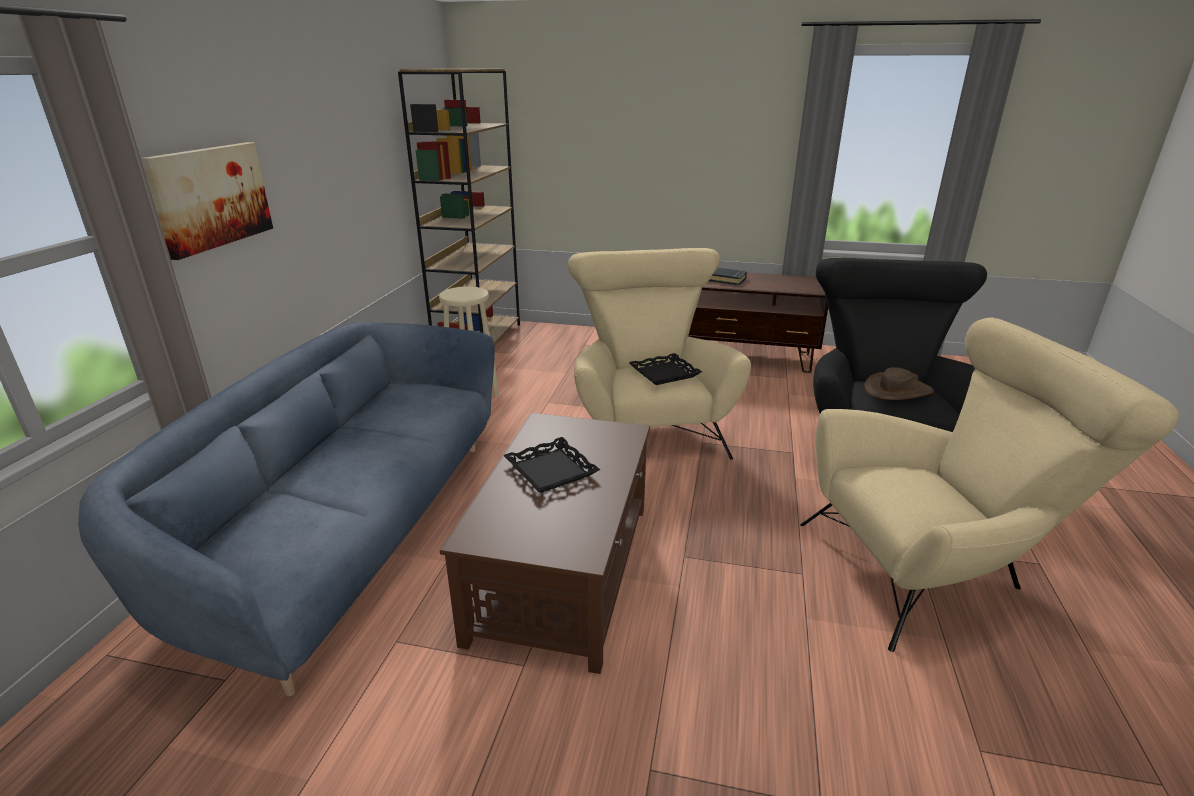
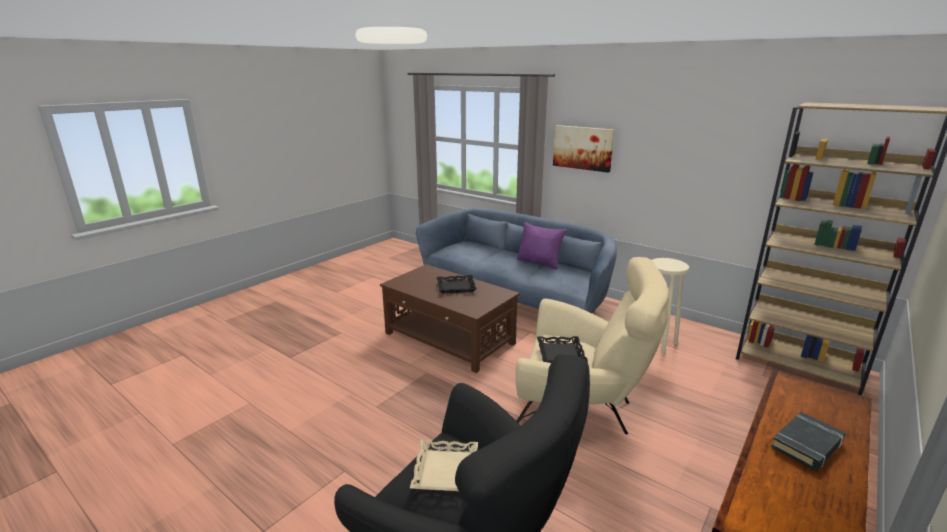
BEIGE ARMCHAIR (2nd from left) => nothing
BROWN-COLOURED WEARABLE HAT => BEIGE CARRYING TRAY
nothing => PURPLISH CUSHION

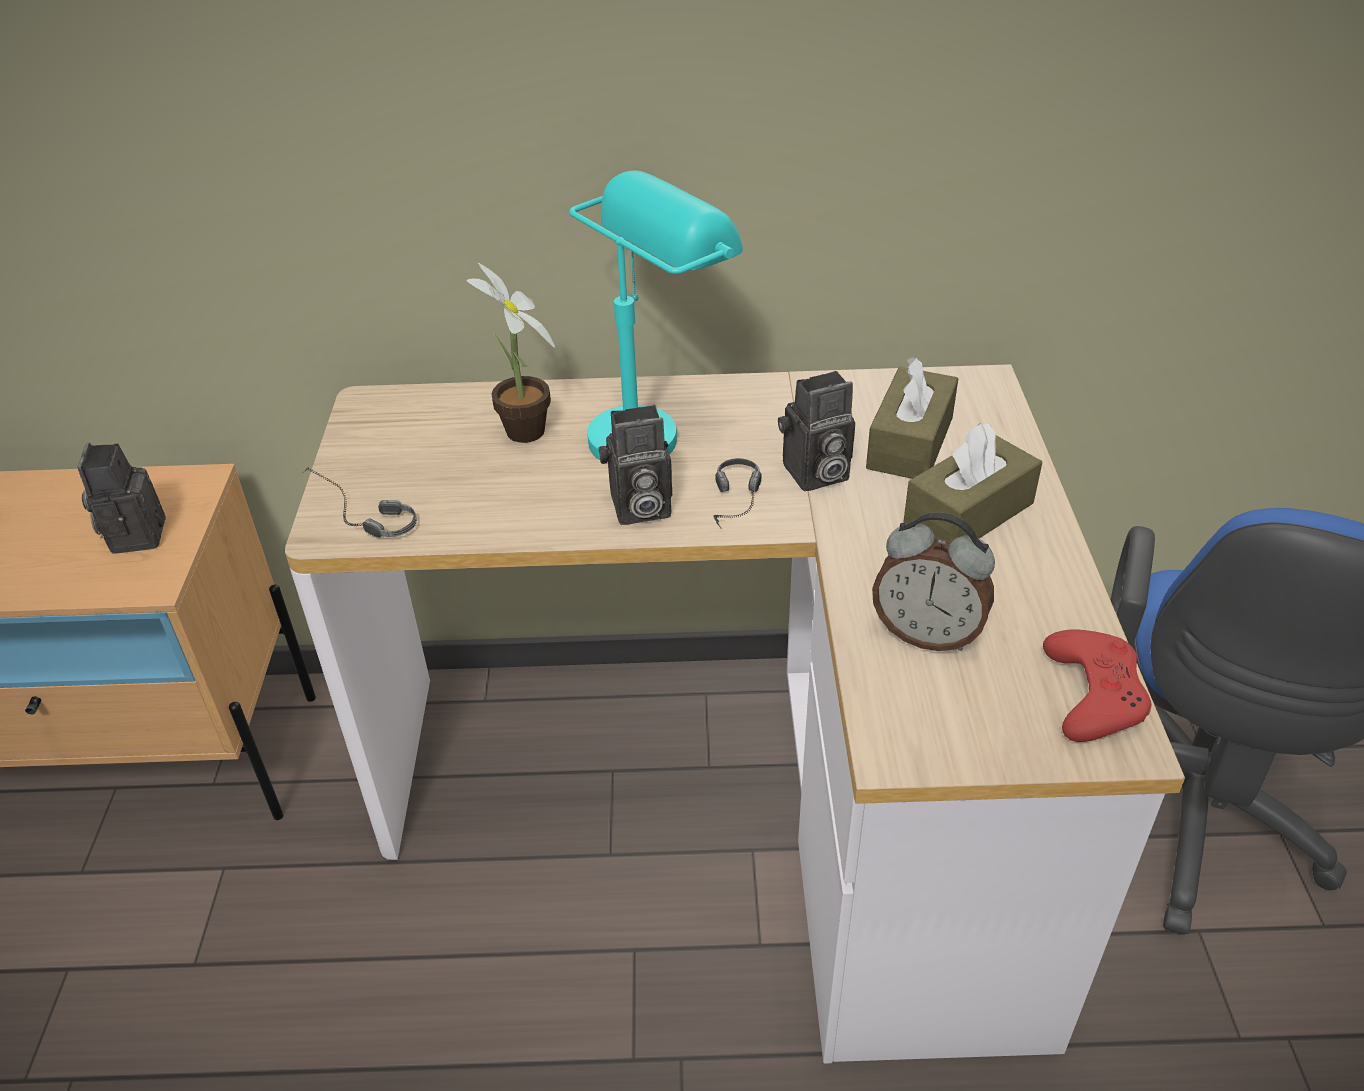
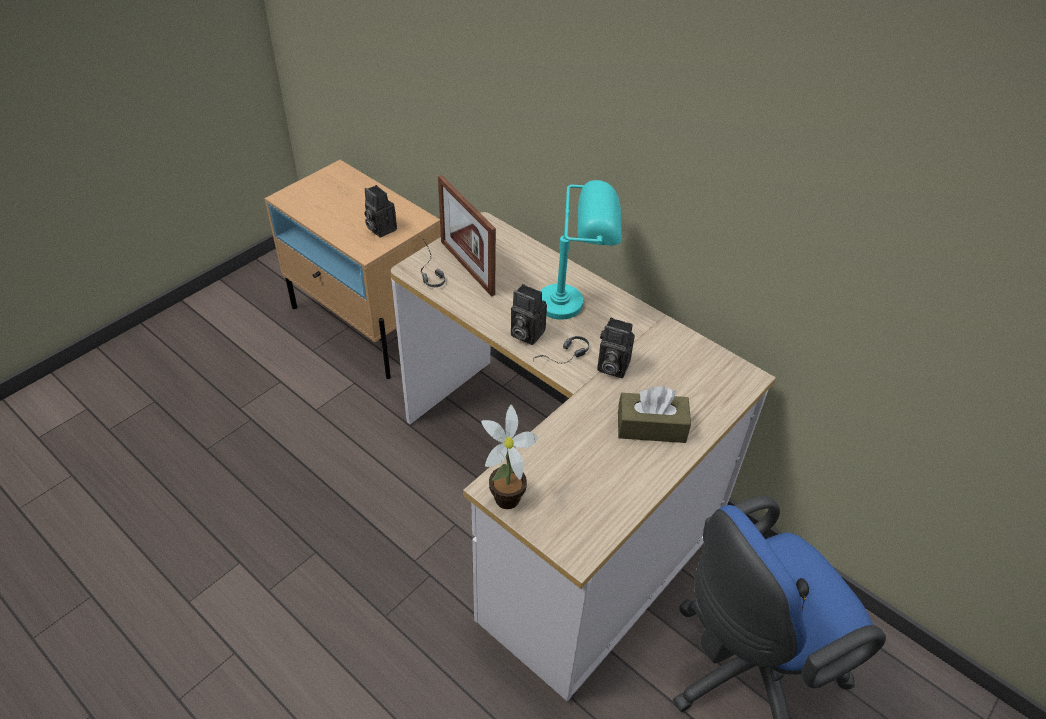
PHOTO CAMERA (1st from left), 75 degrees counterclockwise
PLANT IN A POT, moved
BROWN-COLOURED TISSUE BOX (1st from left) => nothing
BEDSIDE CLOCK => nothing
RED-COLOURED GAME CONTROLLER => nothing
nothing => PHOTO FRAME

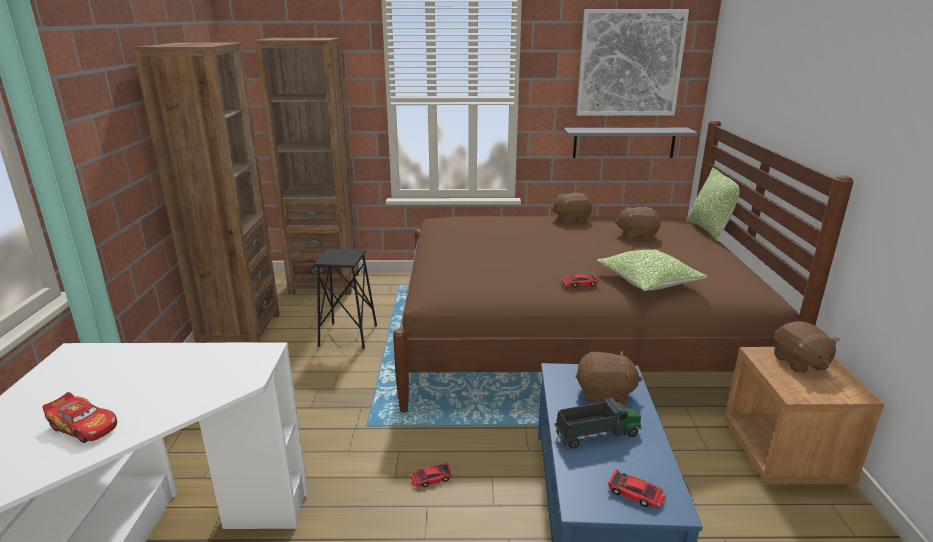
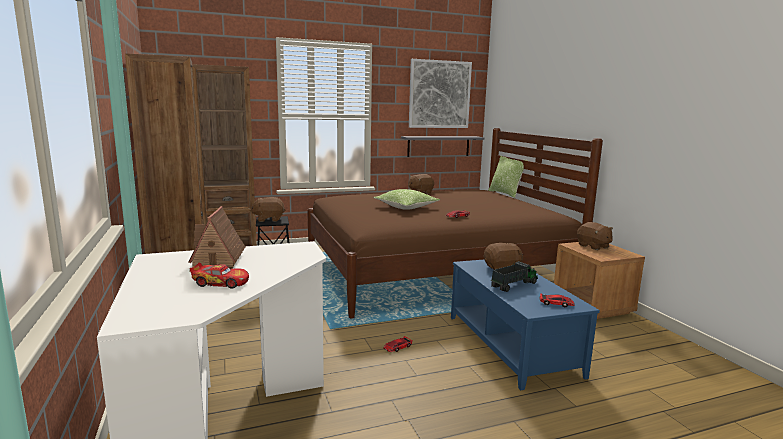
CUSHION (1st from left), moved
BROWN-COLOURED PLUSH TOY (3rd from left in the first image) => BROWN-COLOURED PLUSH TOY (1st from left), moved
nothing => MODEL HOUSE

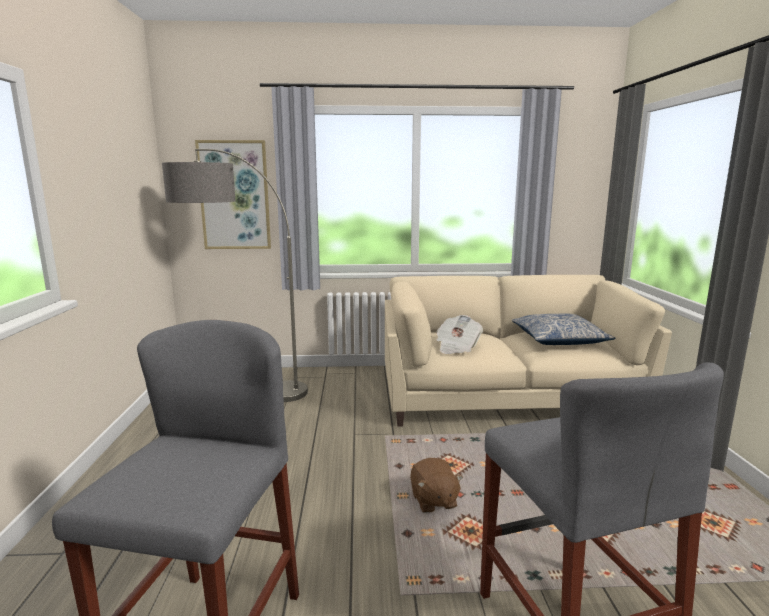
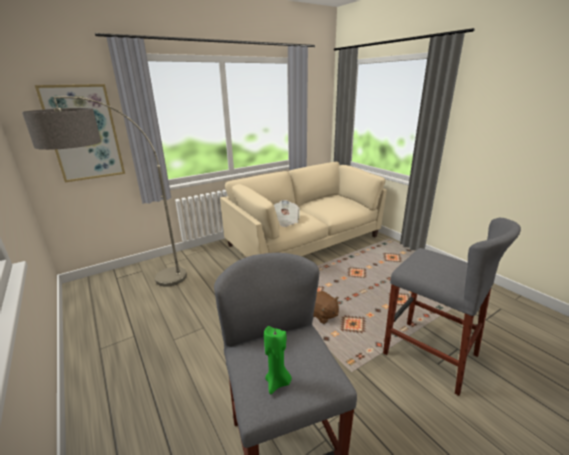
CUSHION => nothing
nothing => GREEN WAX CANDLE

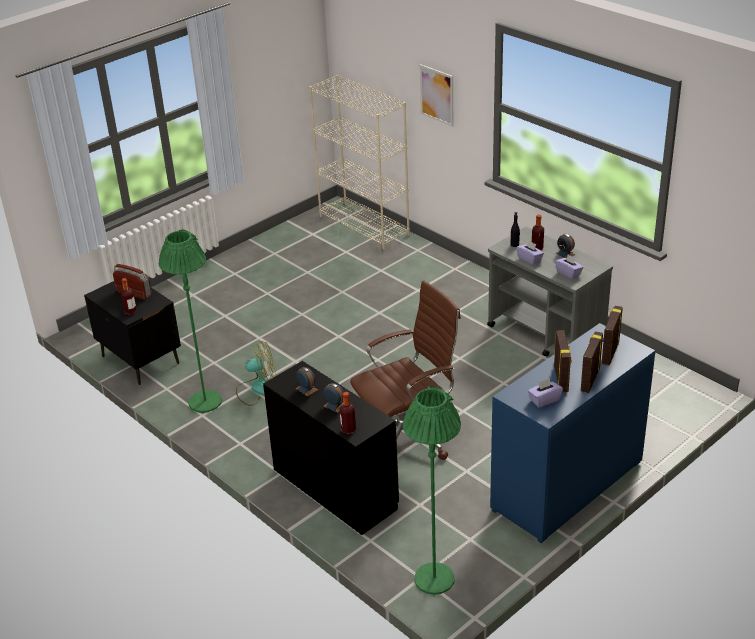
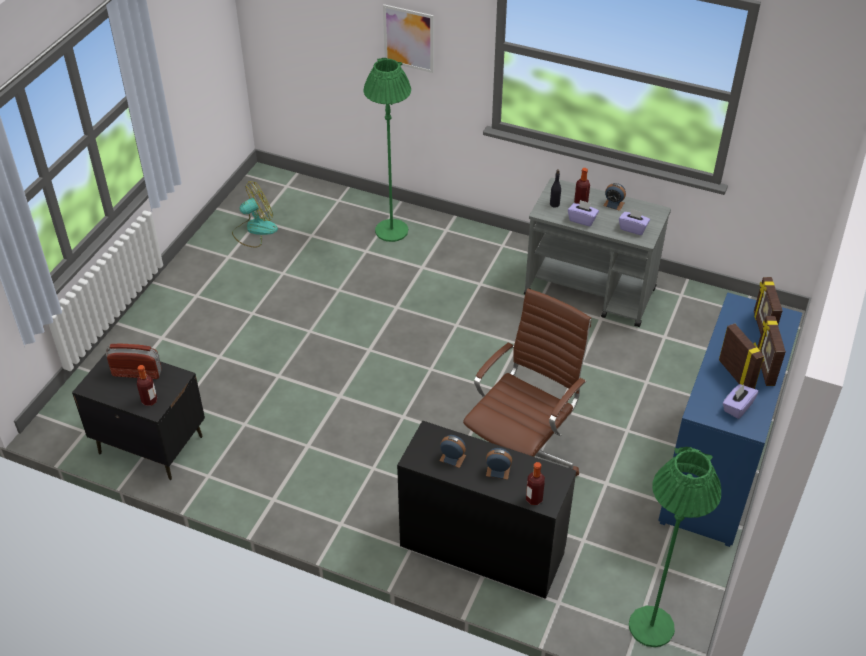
GREEN FLOOR LAMP (1st from left), moved
FAN, moved
BEIGE BOOKSHELF => nothing

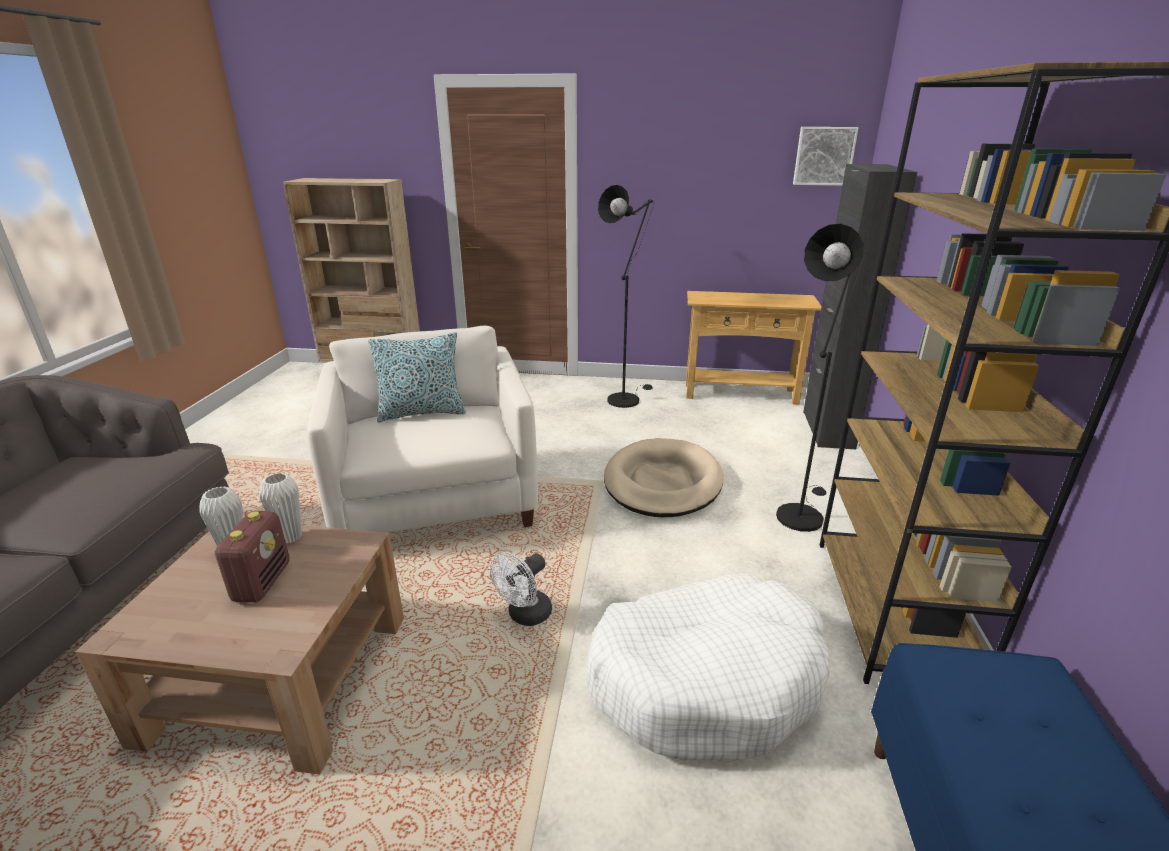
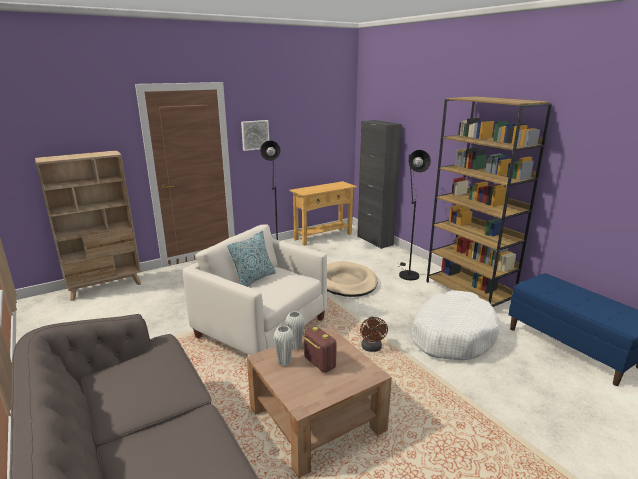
WHITE FAN => BROWN-COLOURED FAN
WALL ART, moved

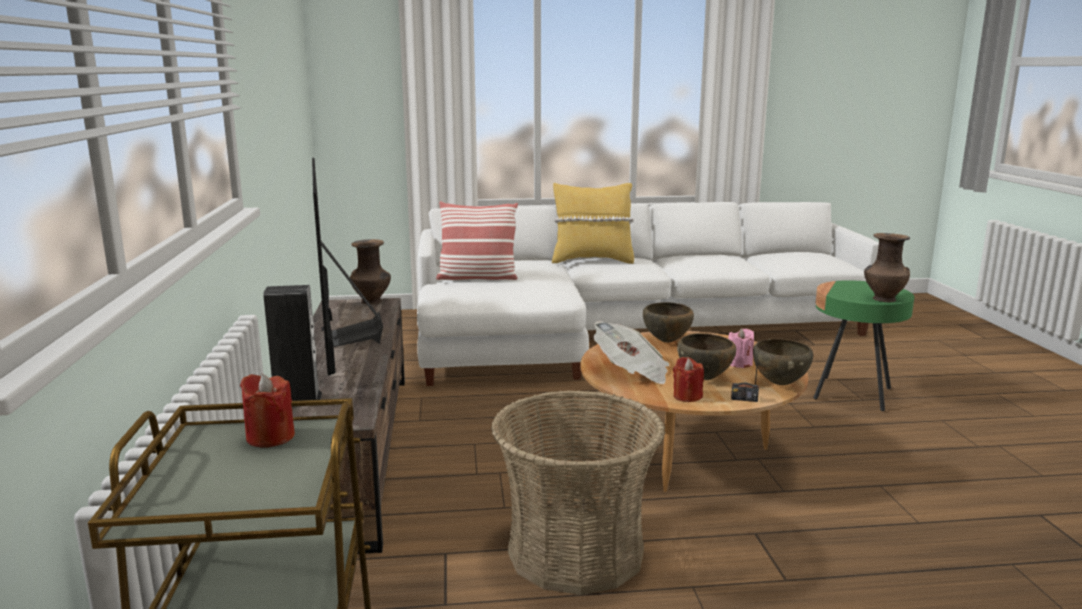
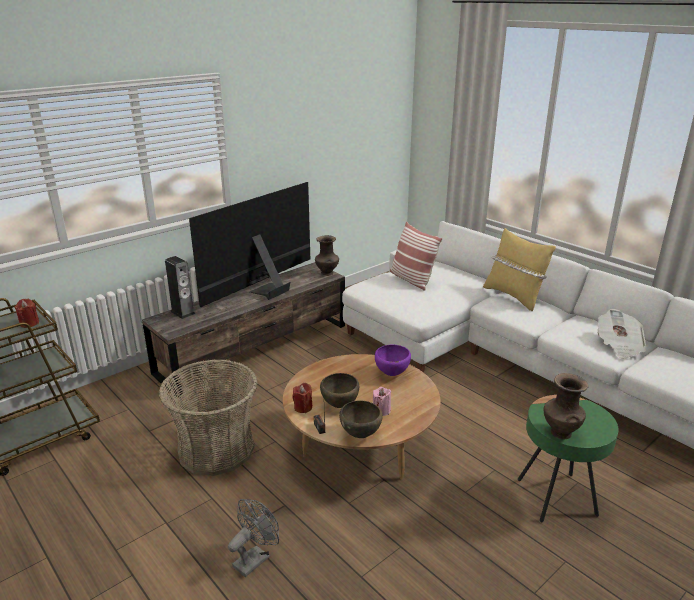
DAILY PAPER, moved
BROWN-COLOURED SERVING BOWL (1st from left) => PURPLISH SERVING BOWL
nothing => GREYISH FAN

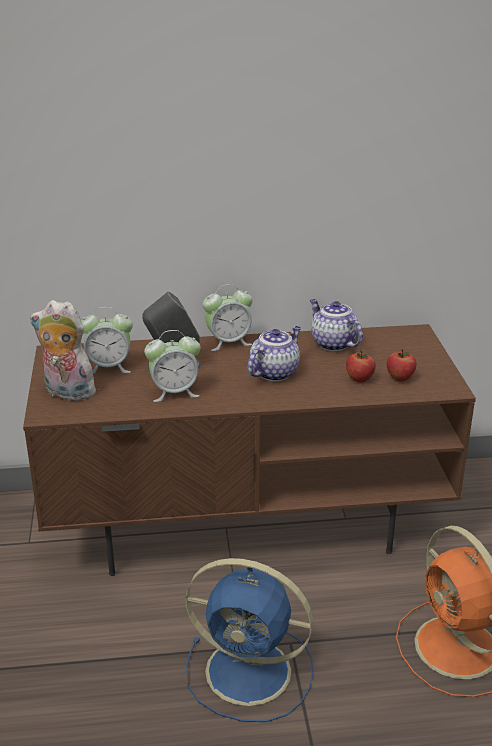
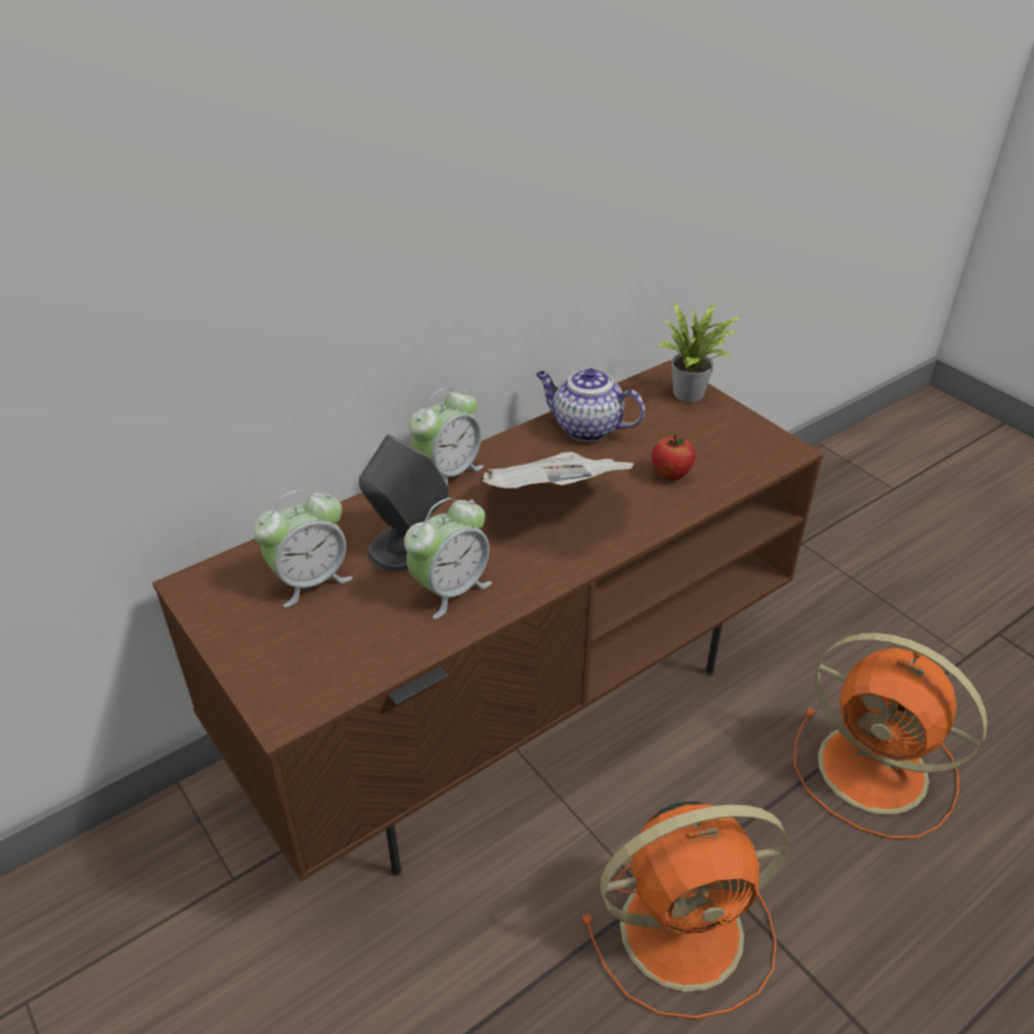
PLUSH TOY => nothing
BLUISH FAN => ORANGEY FAN (1st from left)
TEA POT (1st from left) => DAILY PAPER
WHOLE APPLE (2nd from left) => nothing
nothing => PLANT IN A POT

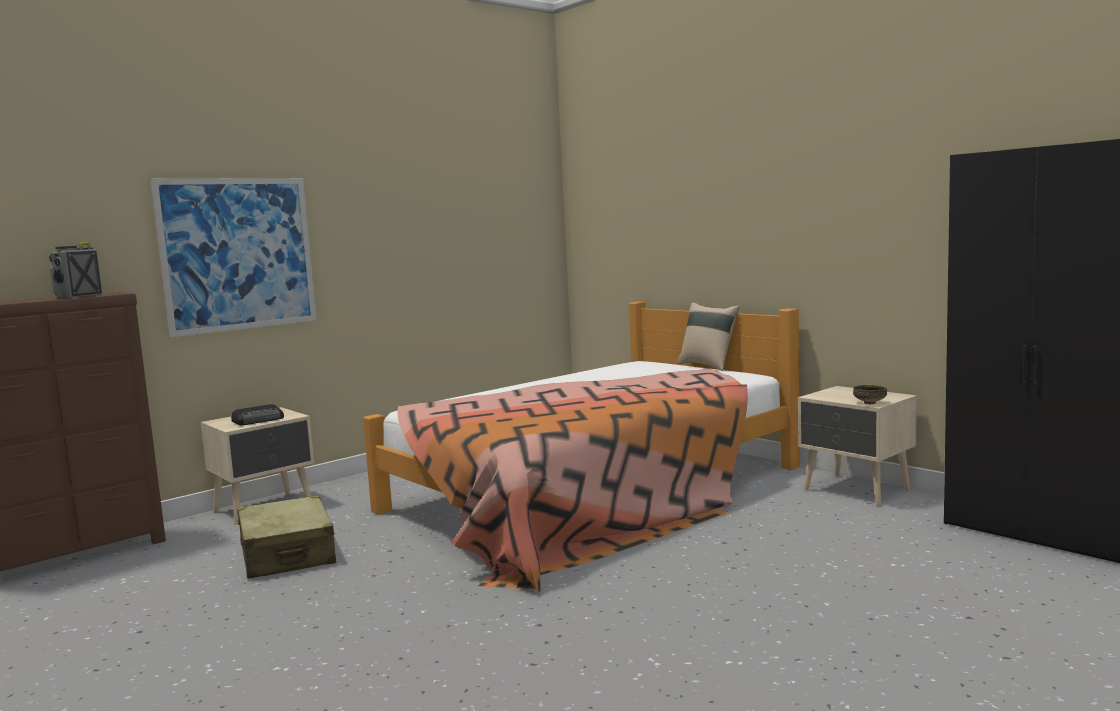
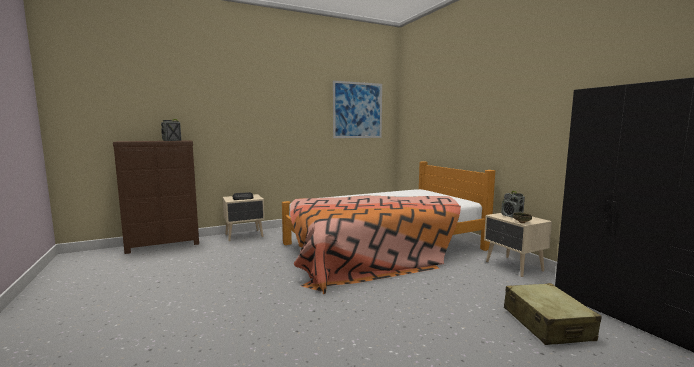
WALL ART, moved
BEIGE PIECE OF LUGGAGE, moved
BEIGE CUSHION => nothing
nothing => RADIO RECEIVER (3rd from left)

